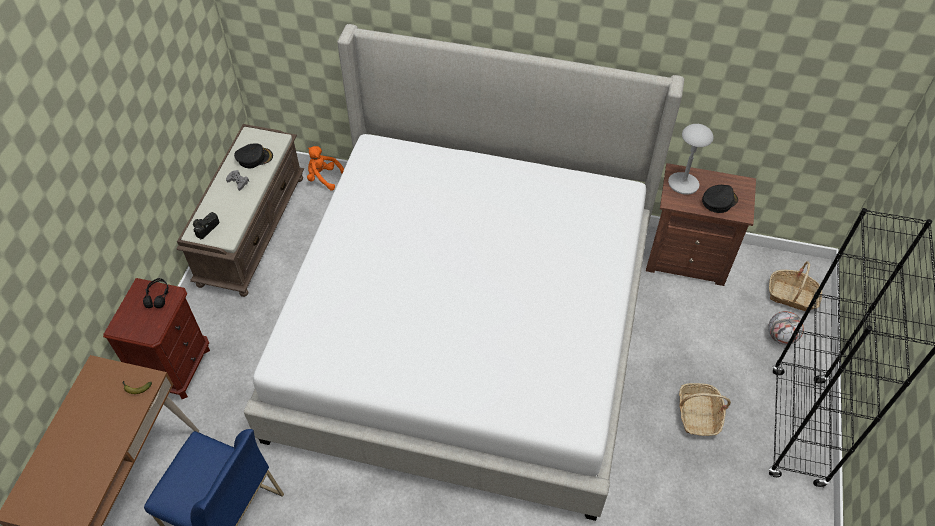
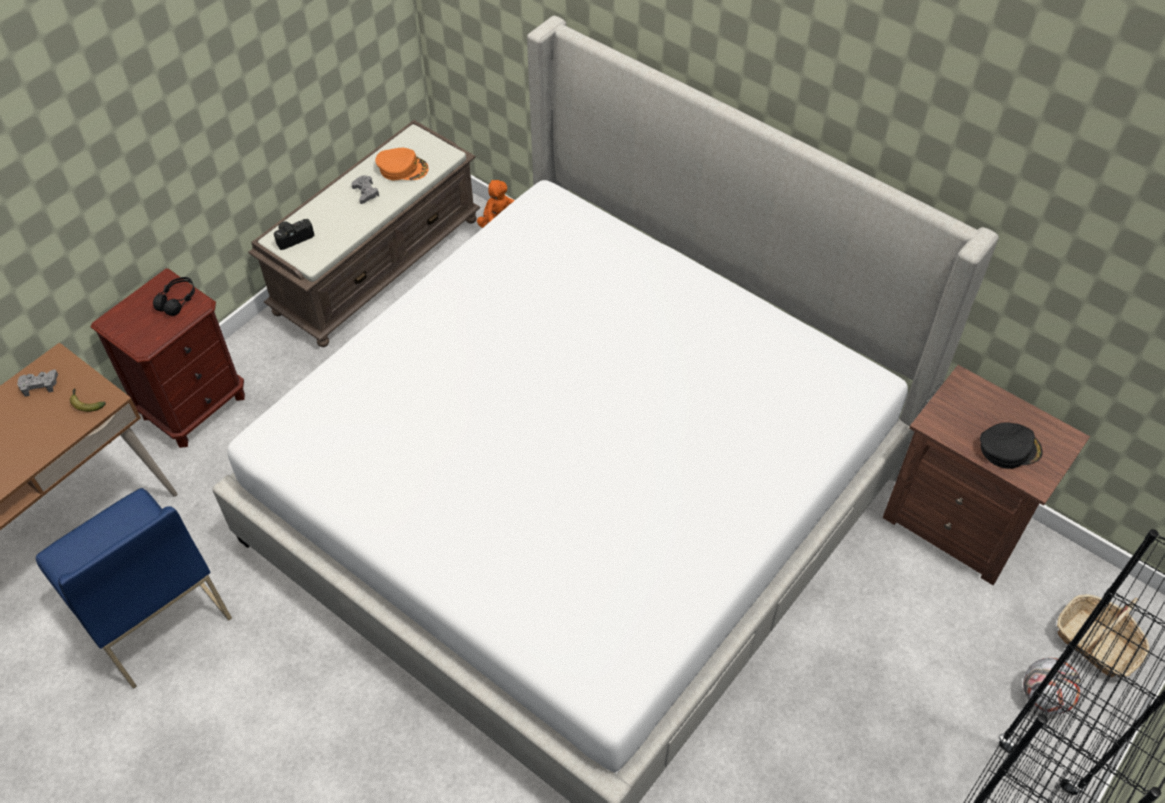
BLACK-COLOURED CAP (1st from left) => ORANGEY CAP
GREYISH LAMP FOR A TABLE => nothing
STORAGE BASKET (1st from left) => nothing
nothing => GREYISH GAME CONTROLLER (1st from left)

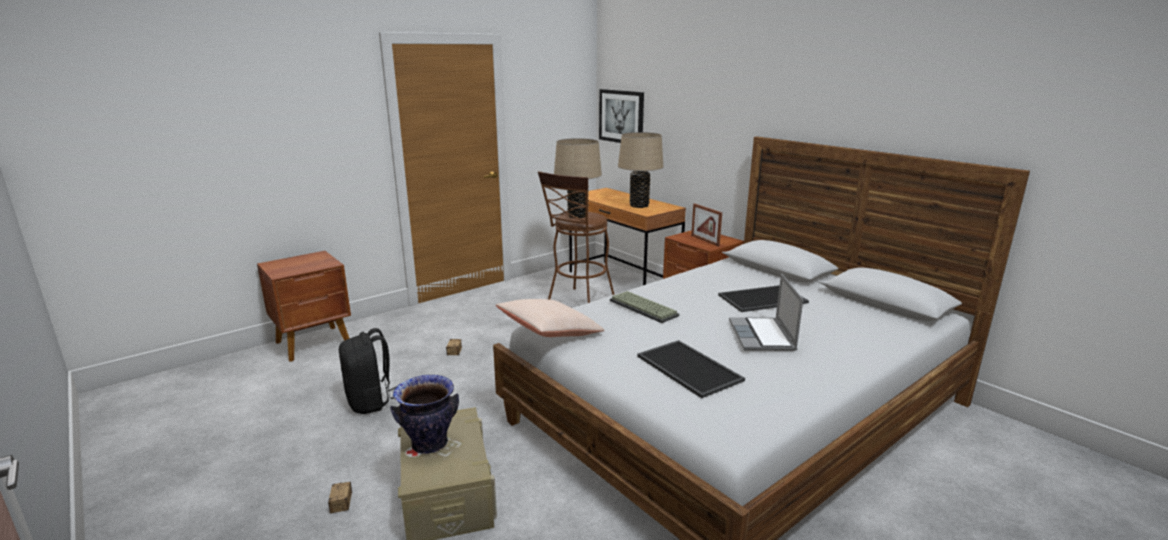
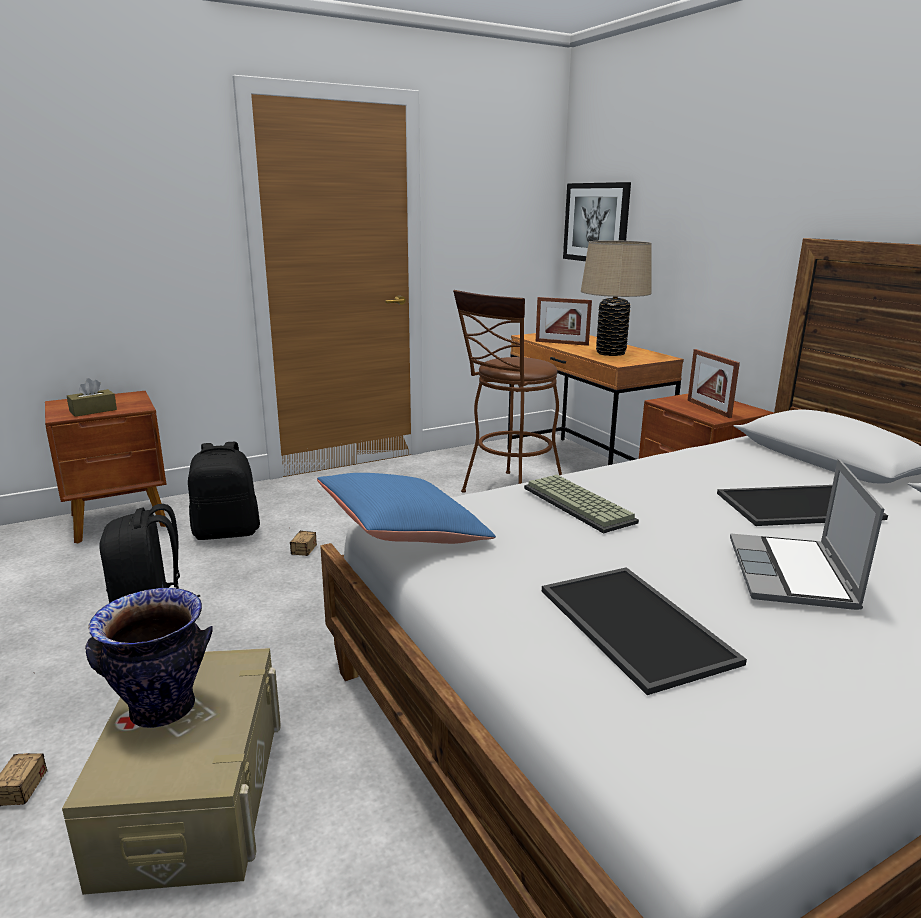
BEIGE CUSHION => BLUISH CUSHION
BEIGE LAMP FOR A TABLE (1st from left) => nothing
nothing => BROWN-COLOURED TISSUE BOX
nothing => BLACK-COLOURED BACKPACK (2nd from left)
nothing => PHOTO FRAME (1st from left)

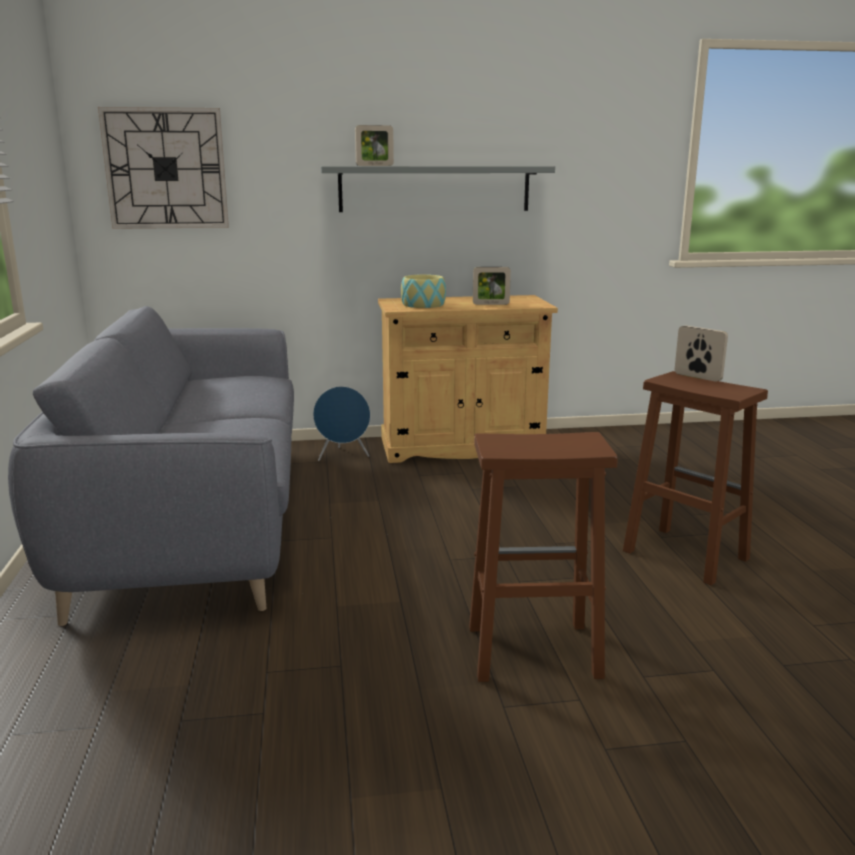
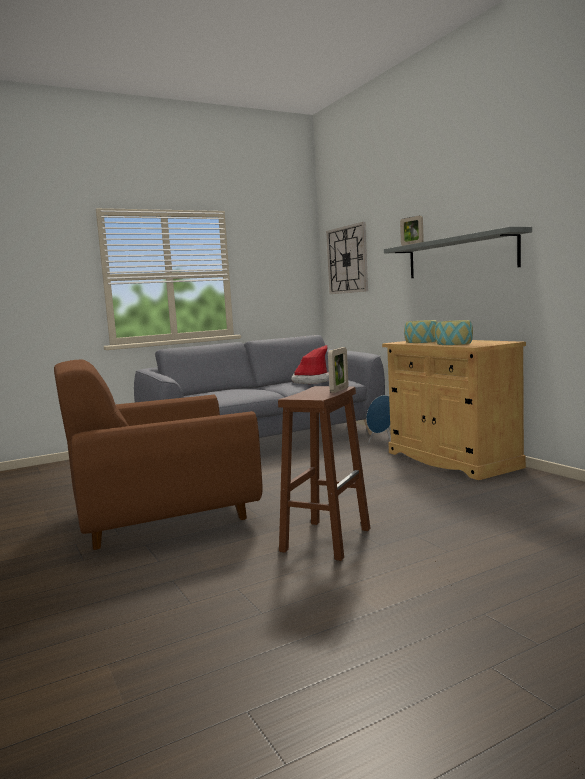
BROWN-COLOURED SITTING STOOL (1st from left) => BROWN-COLOURED ARMCHAIR
PHOTO FRAME (2nd from left) => SERVING BOWL (2nd from left)
nothing => WEARABLE HAT

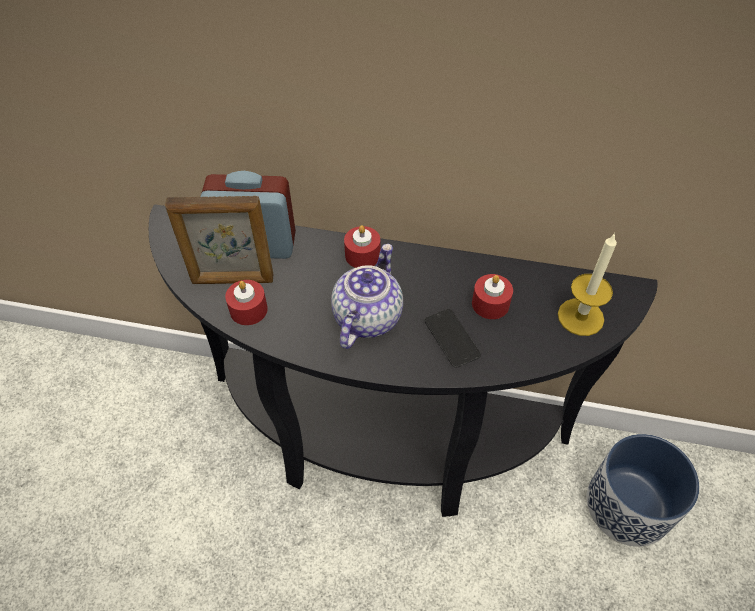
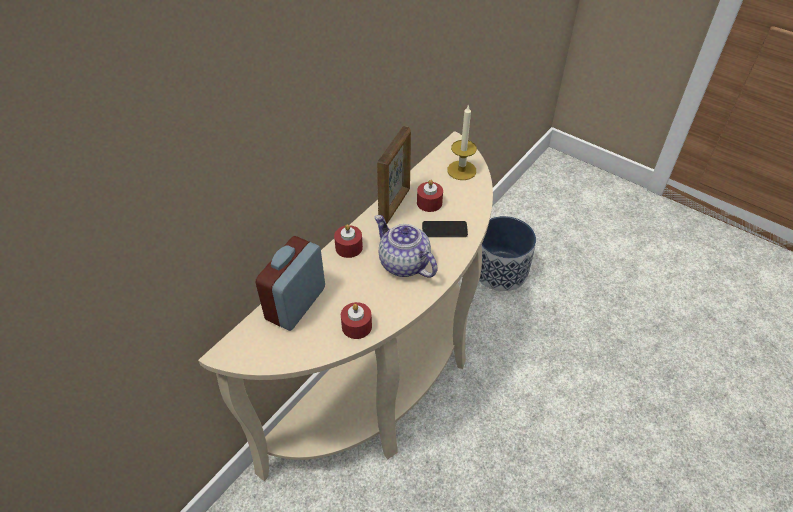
BLACK-COLOURED NARROW TABLE => BEIGE NARROW TABLE
PHOTO FRAME, moved

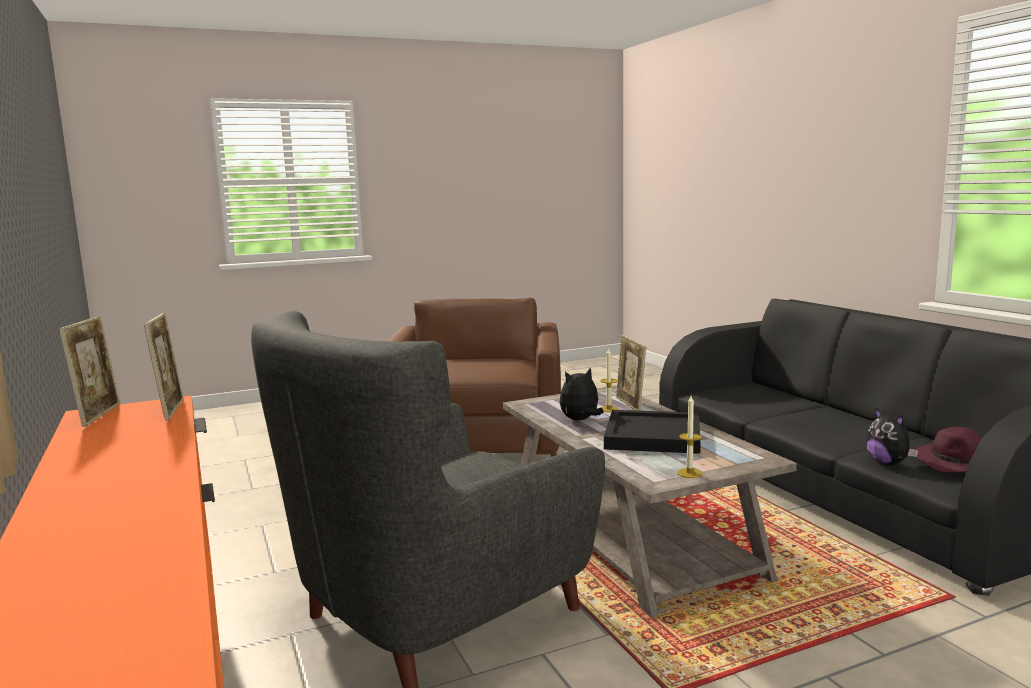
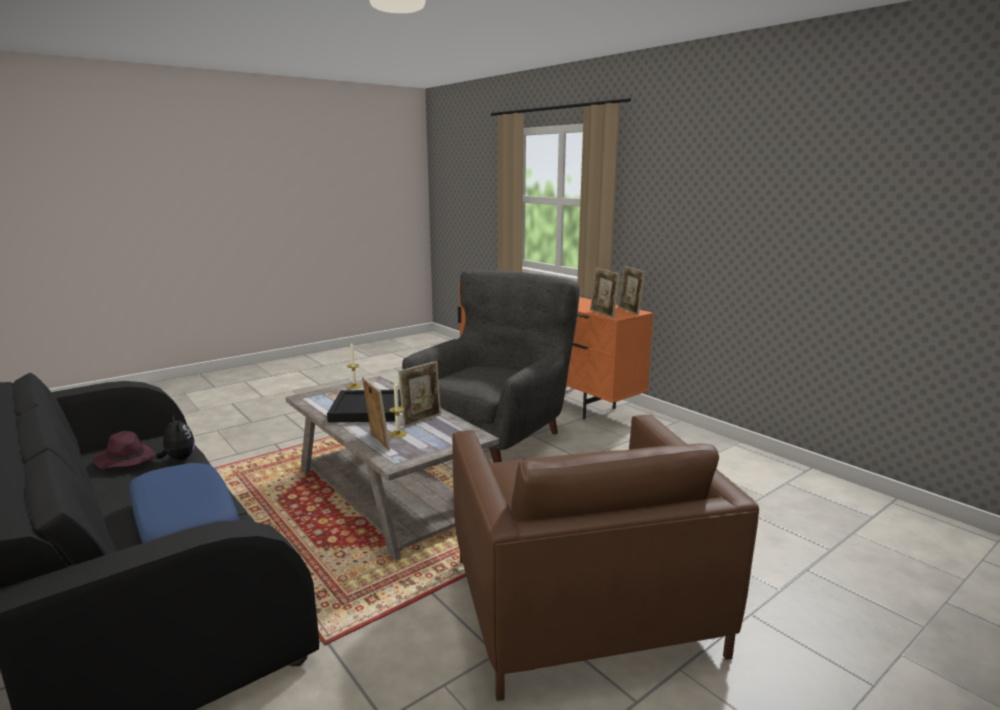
PLUSH TOY (1st from left) => PHOTO FRAME (2nd from left)
nothing => BLUISH CUSHION

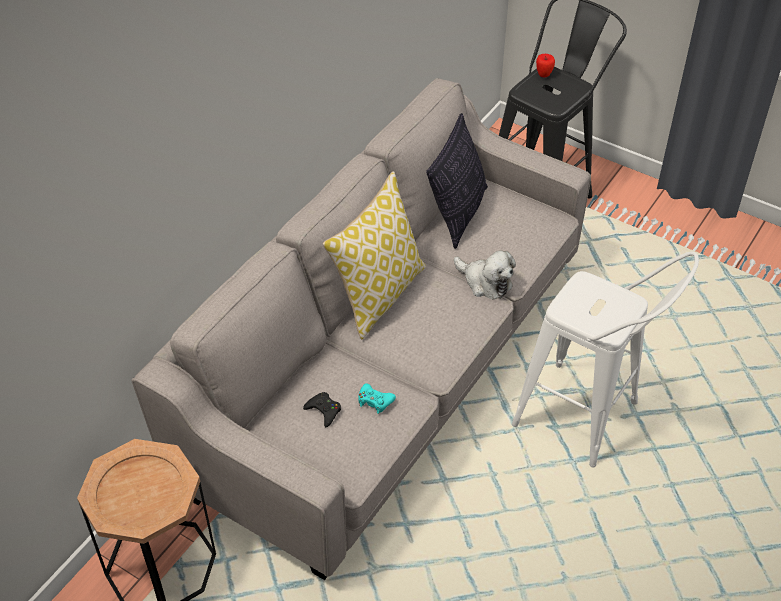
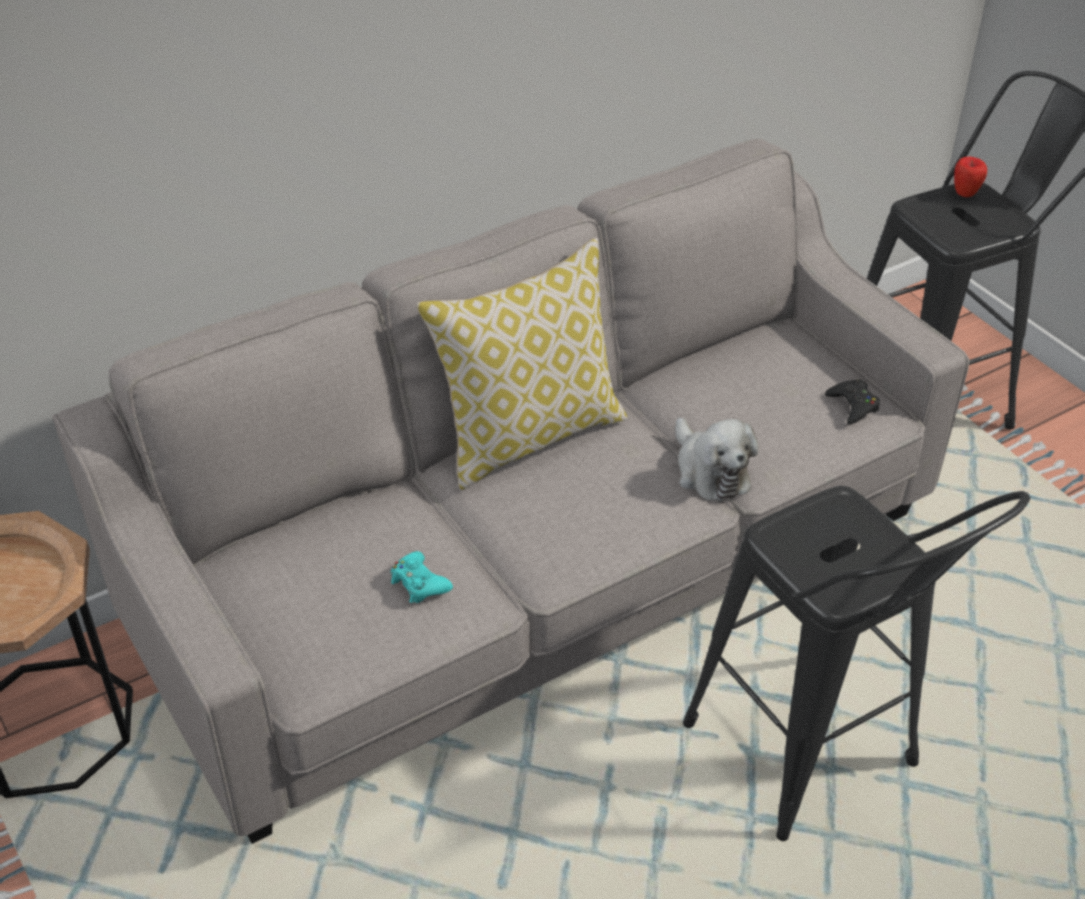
BLACK-COLOURED GAME CONTROLLER, moved
CUSHION (2nd from left) => nothing
WHITE SITTING STOOL => BLACK-COLOURED SITTING STOOL (1st from left)

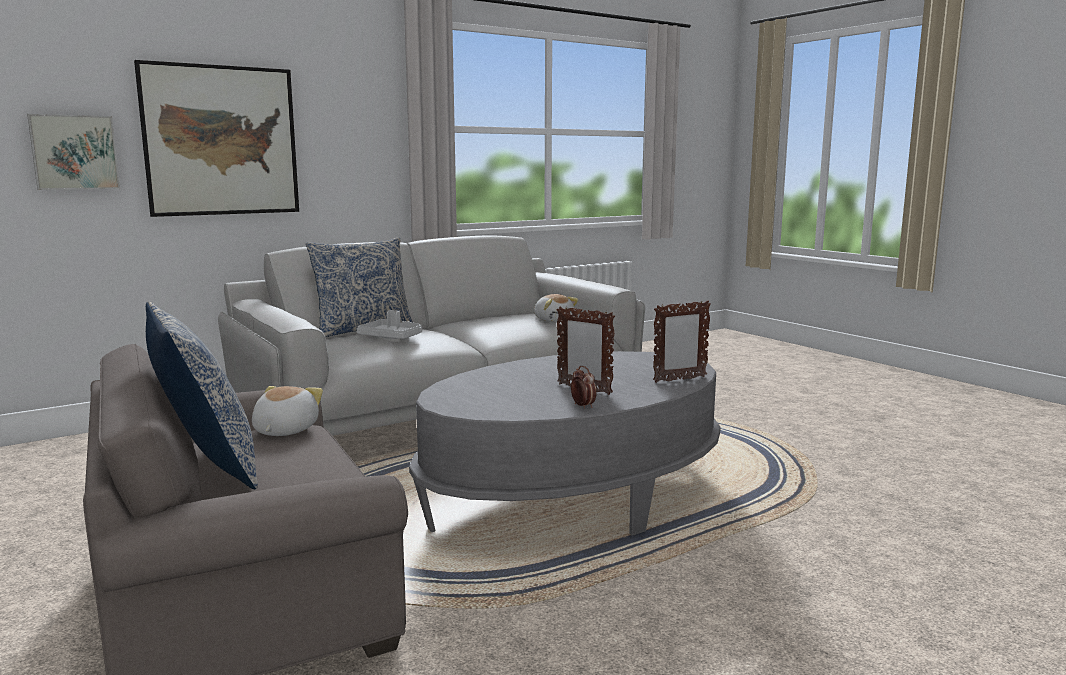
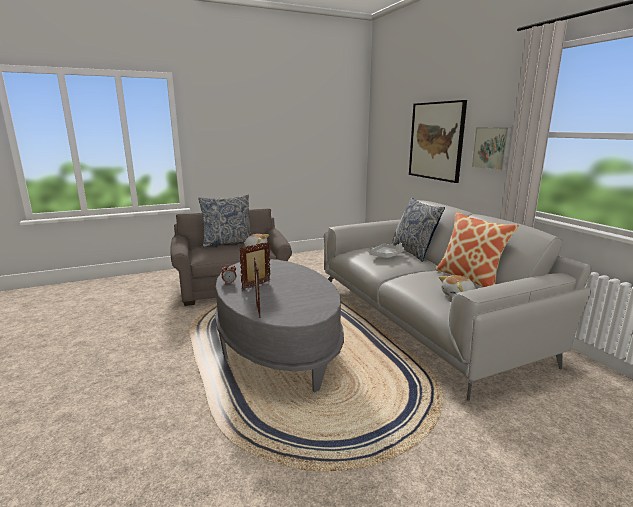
WALL ART (1st from left in the first image) => WALL ART (2nd from left), moved
nothing => CUSHION (3rd from left)

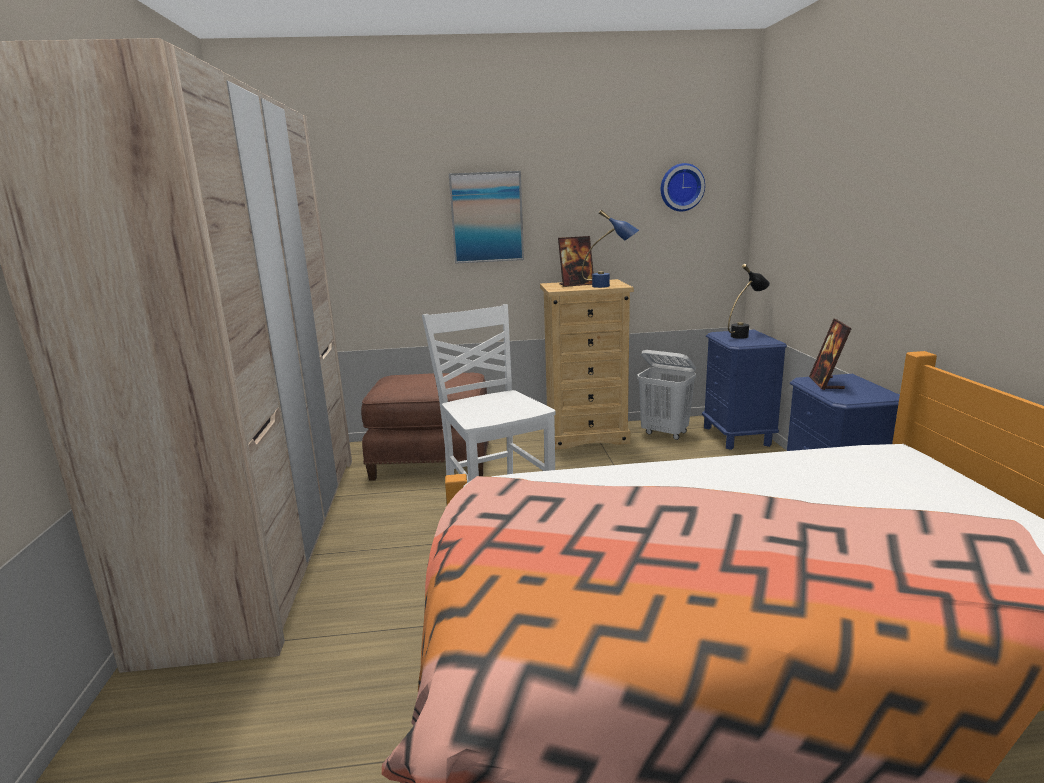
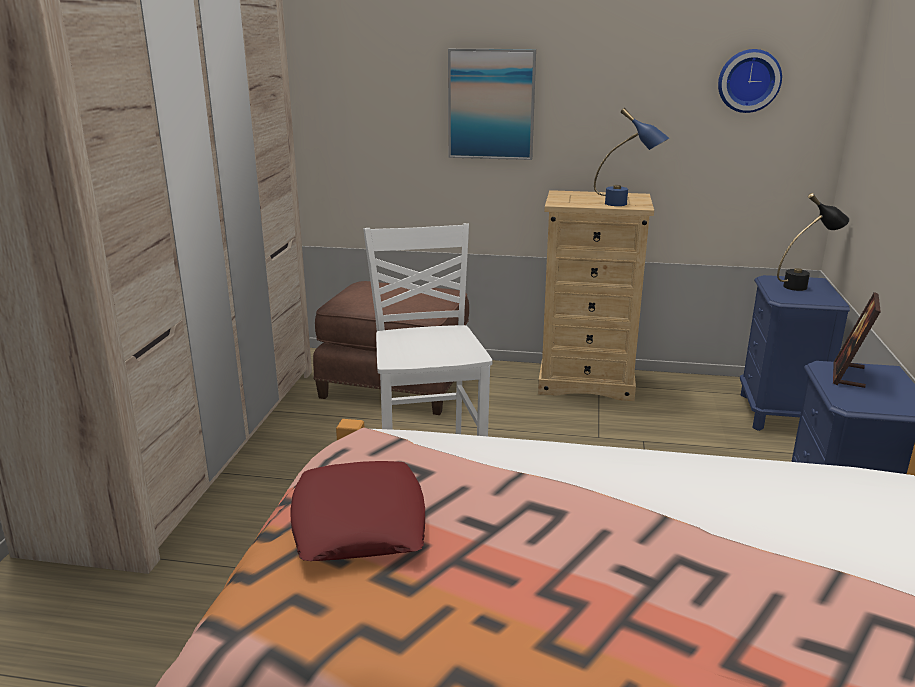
PHOTO FRAME (1st from left) => nothing
WHITE LAUNDRY BASKET => nothing
nothing => RED-COLOURED CUSHION

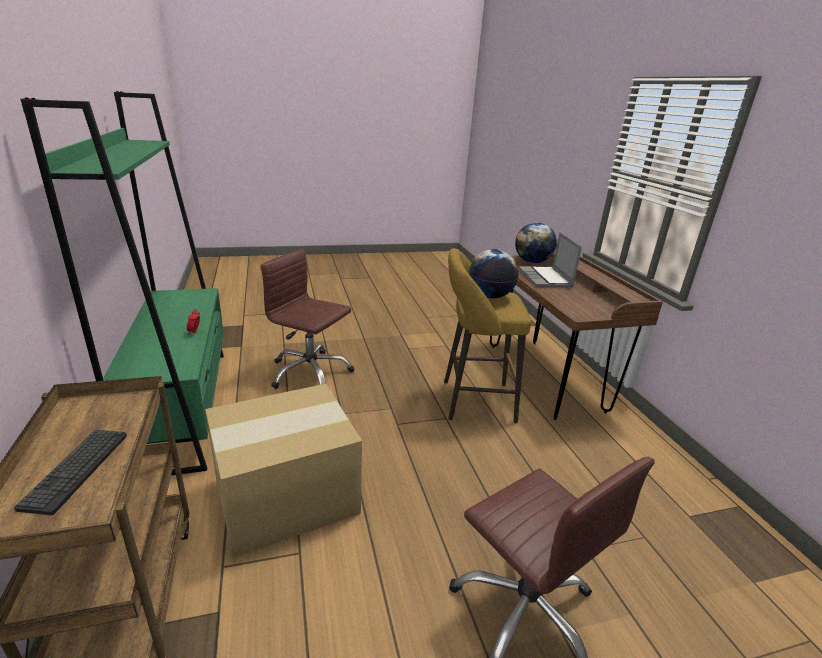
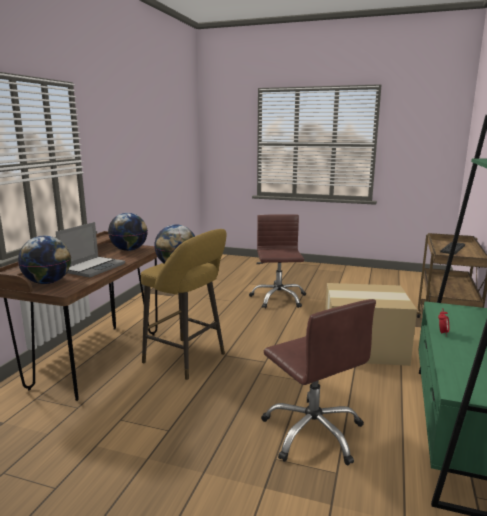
nothing => WORLD GLOBE (2nd from left)

